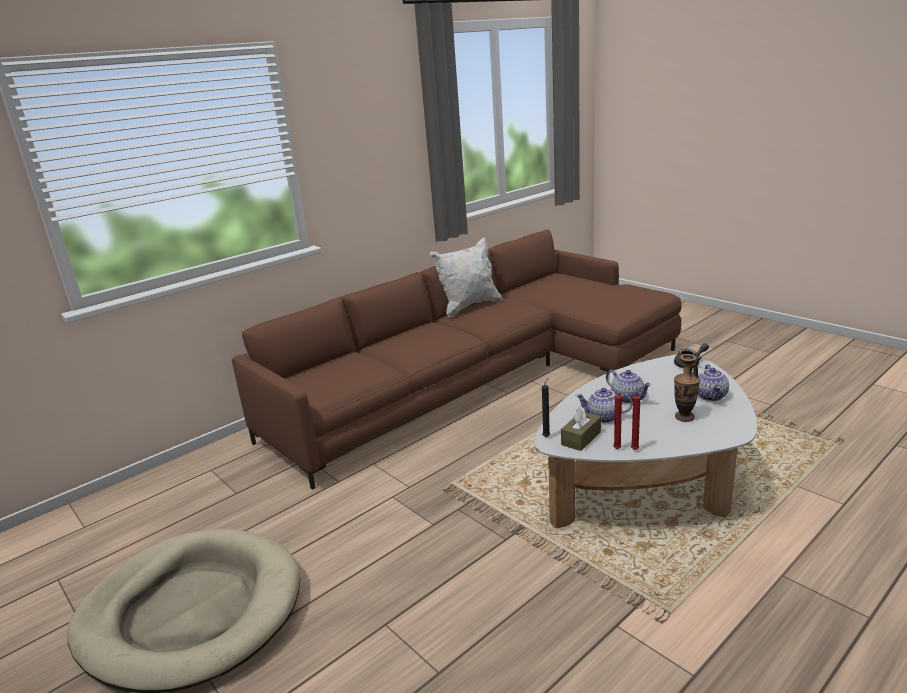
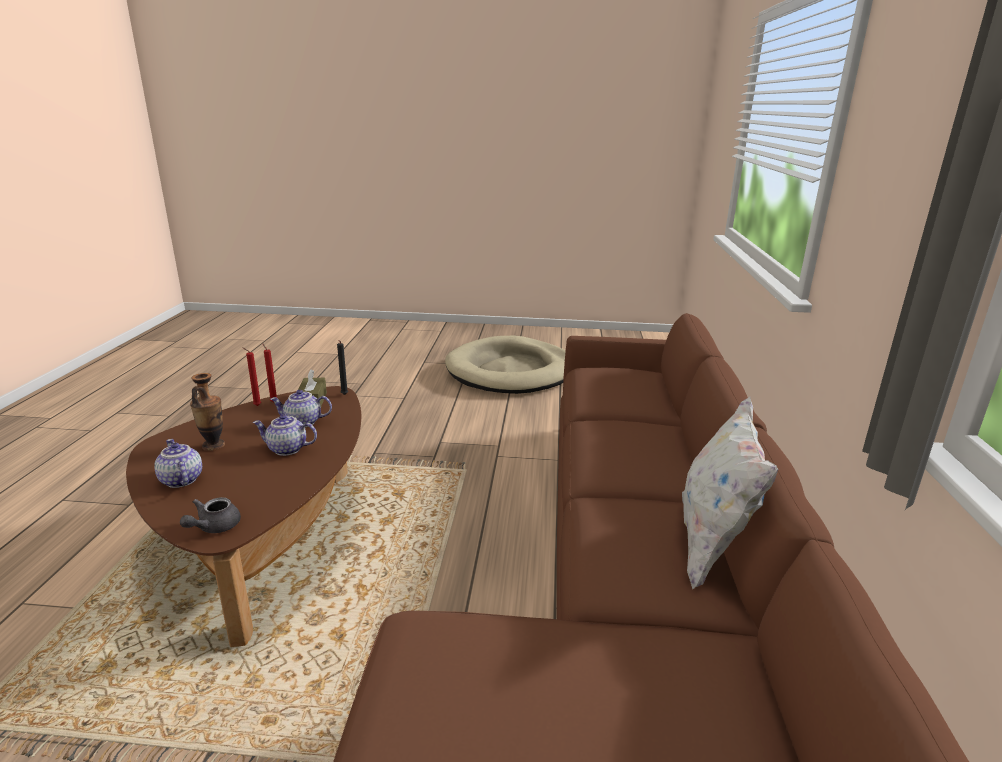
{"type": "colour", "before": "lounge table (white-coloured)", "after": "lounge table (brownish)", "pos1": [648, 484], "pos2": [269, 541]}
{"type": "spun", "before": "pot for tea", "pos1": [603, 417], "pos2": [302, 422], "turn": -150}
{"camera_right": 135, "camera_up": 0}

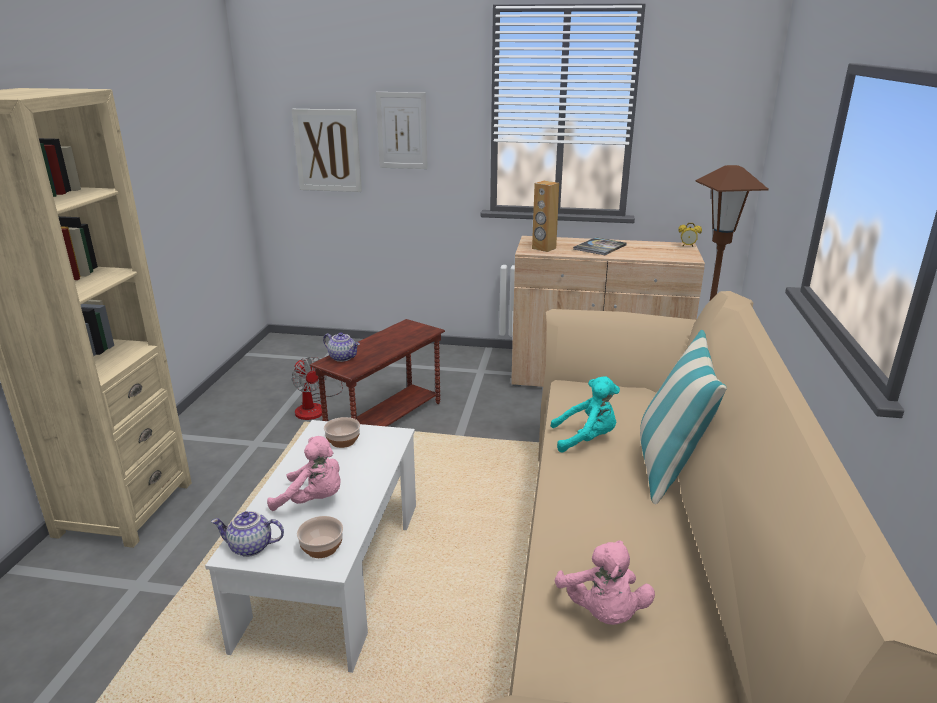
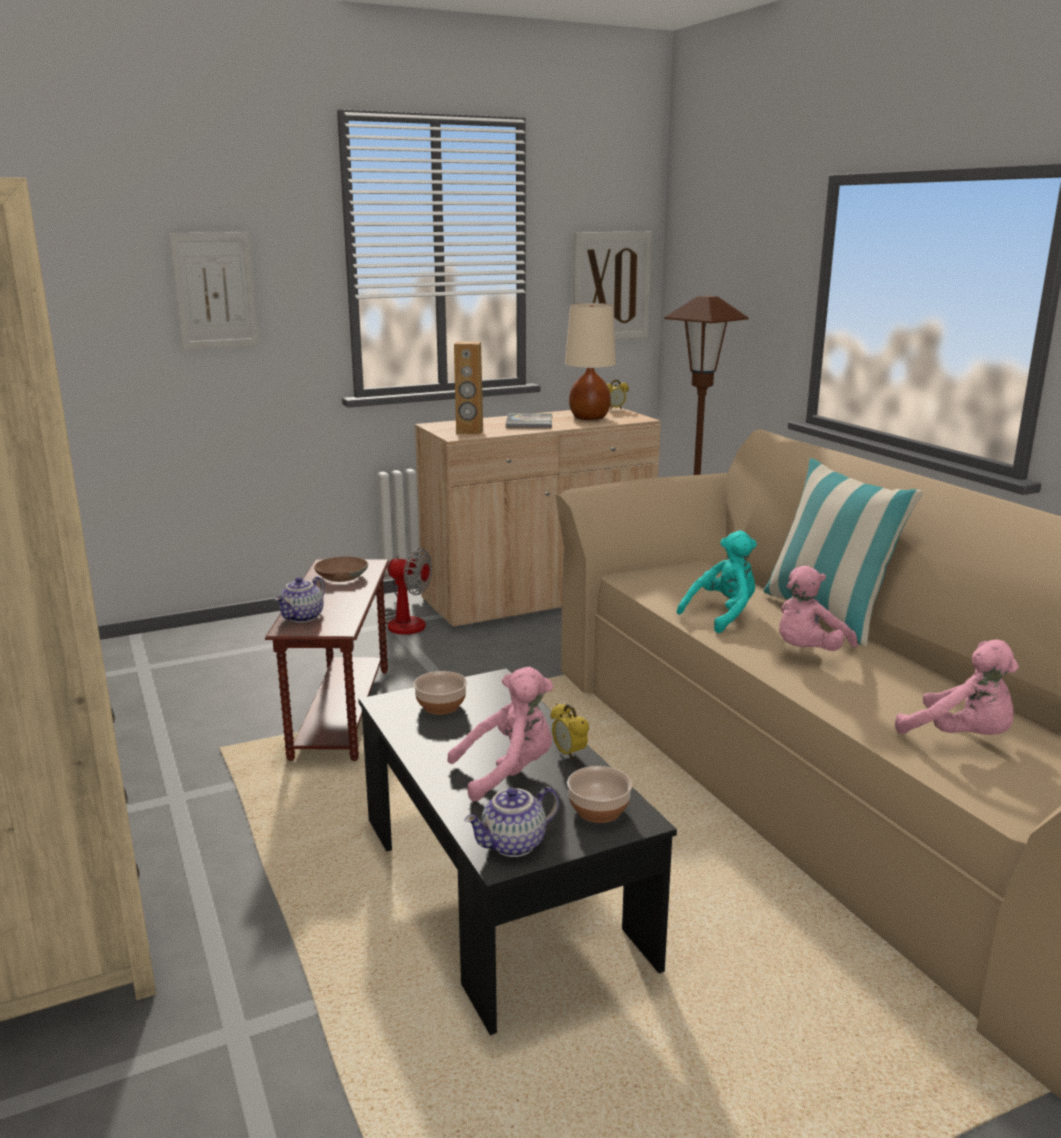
{"type": "relocated", "before": "wall art", "pos1": [327, 150], "pos2": [611, 286]}
{"type": "spun", "before": "pot for tea", "pos1": [343, 357], "pos2": [303, 617], "turn": 120}
{"type": "relocated", "before": "fan", "pos1": [315, 407], "pos2": [404, 621]}
{"type": "colour", "before": "lounge table (white-coloured)", "after": "lounge table (black-coloured)", "pos1": [334, 571], "pos2": [500, 889]}
{"type": "appeared", "after": "lamp for a table (beige-coloured)", "pos2": [589, 418]}
{"type": "appeared", "after": "serving bowl (brownish)", "pos2": [340, 576]}
{"type": "appeared", "after": "soft toy (pinkish)", "pos2": [808, 652]}
{"type": "appeared", "after": "bedside clock", "pos2": [569, 754]}
{"camera_right": -35, "camera_up": -5}

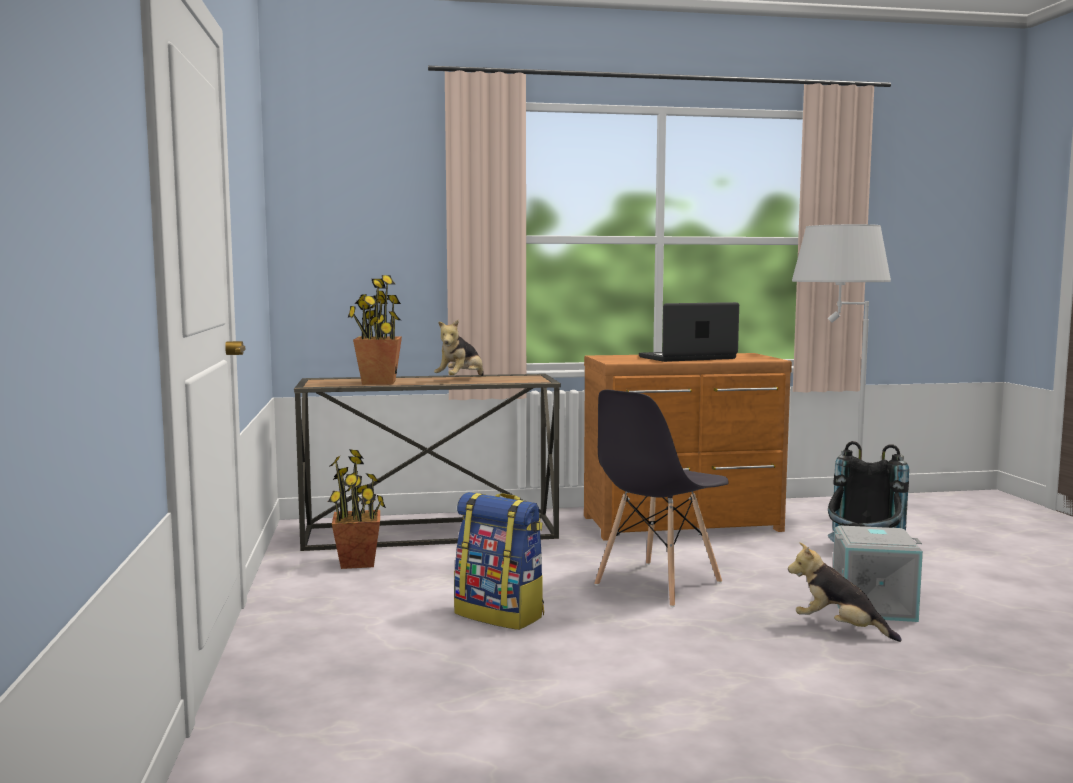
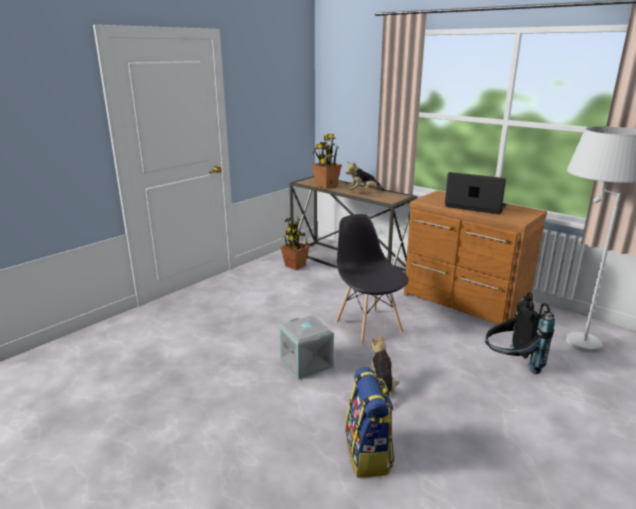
{"type": "spun", "before": "plain chair (grey)", "pos1": [657, 584], "pos2": [368, 326], "turn": 60}
{"type": "relocated", "before": "rucksack", "pos1": [501, 614], "pos2": [368, 455]}
{"type": "relocated", "before": "storage box (grey)", "pos1": [873, 606], "pos2": [307, 363]}
{"camera_right": 50, "camera_up": 15}

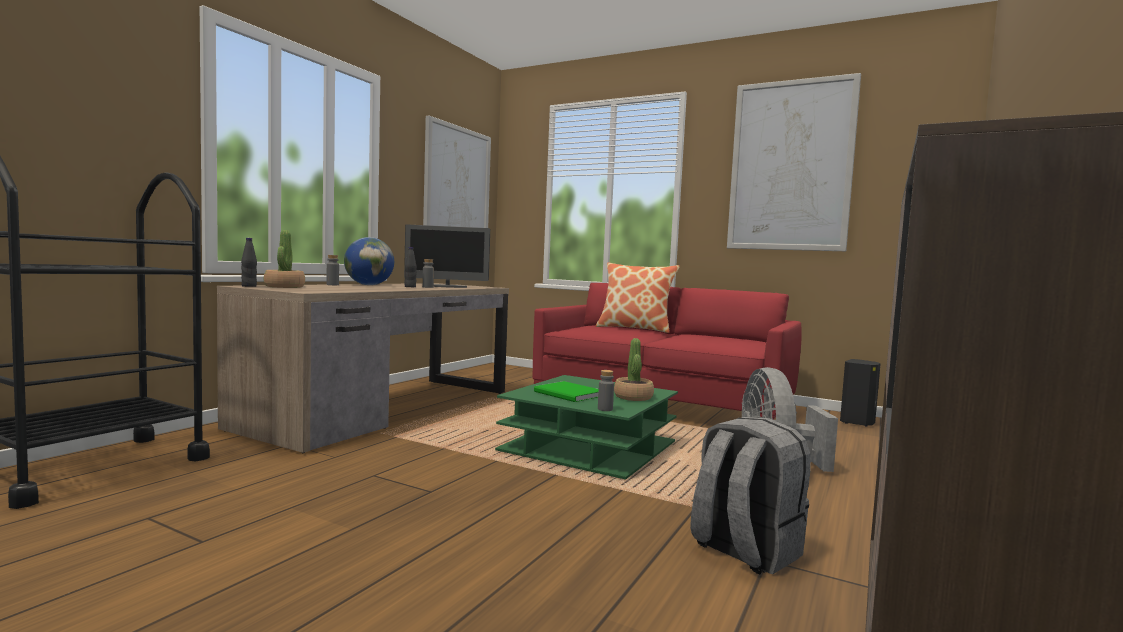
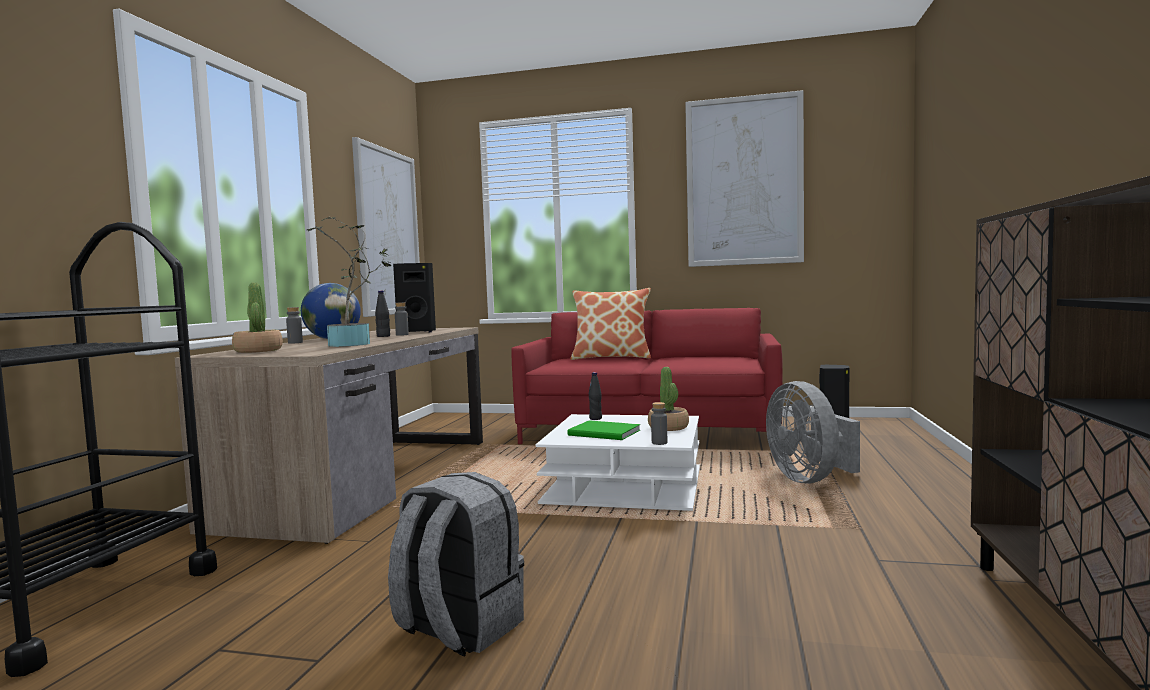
{"type": "exchanged", "before": "computer screen", "after": "speaker (black-coloured)", "pos1": [446, 286], "pos2": [416, 332]}
{"type": "relocated", "before": "drink bottle (black-coloured)", "pos1": [249, 286], "pos2": [595, 418]}
{"type": "colour", "before": "lounge table (green-coloured)", "after": "lounge table (white-coloured)", "pos1": [589, 447], "pos2": [625, 486]}
{"type": "relocated", "before": "rucksack (grey)", "pos1": [744, 550], "pos2": [458, 628]}
{"type": "appeared", "after": "houseplant", "pos2": [354, 344]}
{"camera_right": -15, "camera_up": 0}

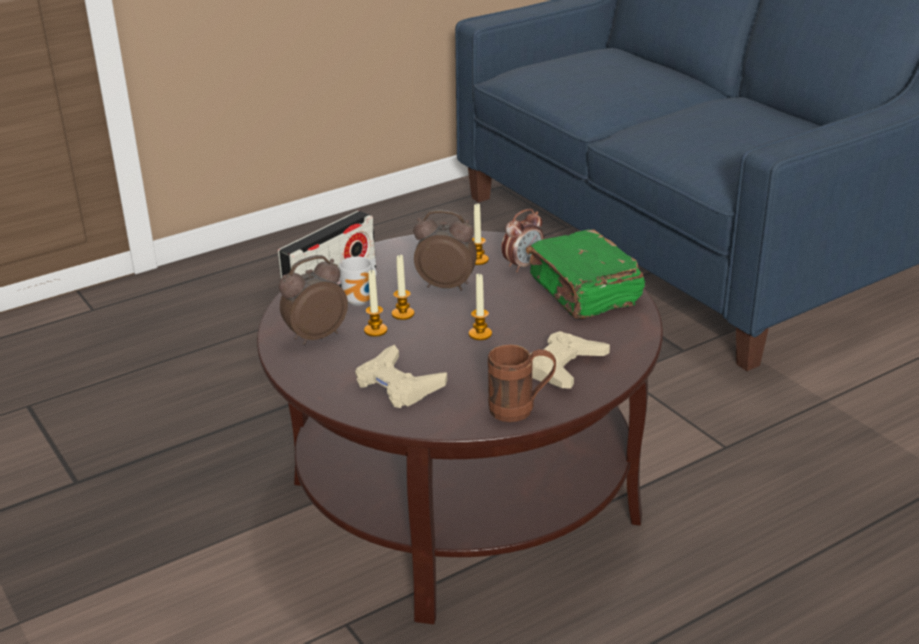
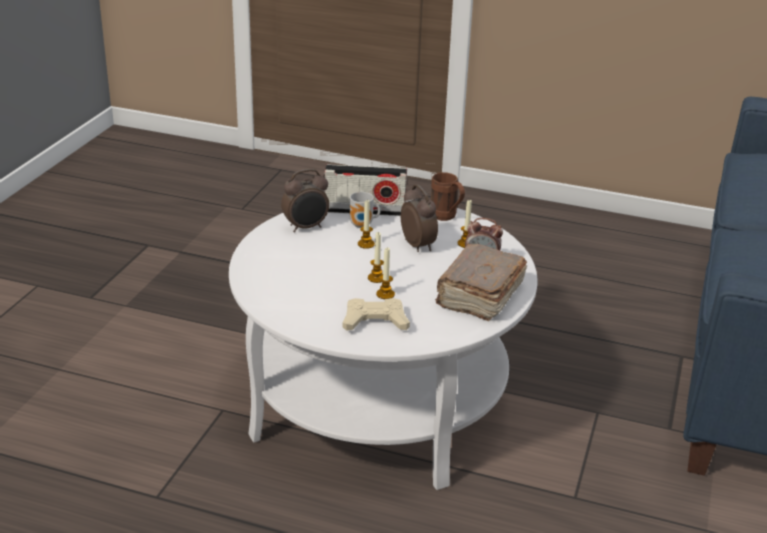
{"type": "colour", "before": "volume (green-coloured)", "after": "volume (brownish)", "pos1": [584, 292], "pos2": [479, 296]}
{"type": "colour", "before": "lounge table (brownish)", "after": "lounge table (white-coloured)", "pos1": [465, 498], "pos2": [379, 402]}
{"type": "spun", "before": "bedside clock", "pos1": [315, 336], "pos2": [306, 227], "turn": 135}
{"type": "relocated", "before": "wax candle", "pos1": [375, 330], "pos2": [385, 294]}
{"type": "relocated", "before": "mug (brownish)", "pos1": [521, 410], "pos2": [447, 217]}
{"type": "missing", "before": "game controller (beige-coloured)", "pos1": [398, 385]}
{"camera_right": 50, "camera_up": 0}

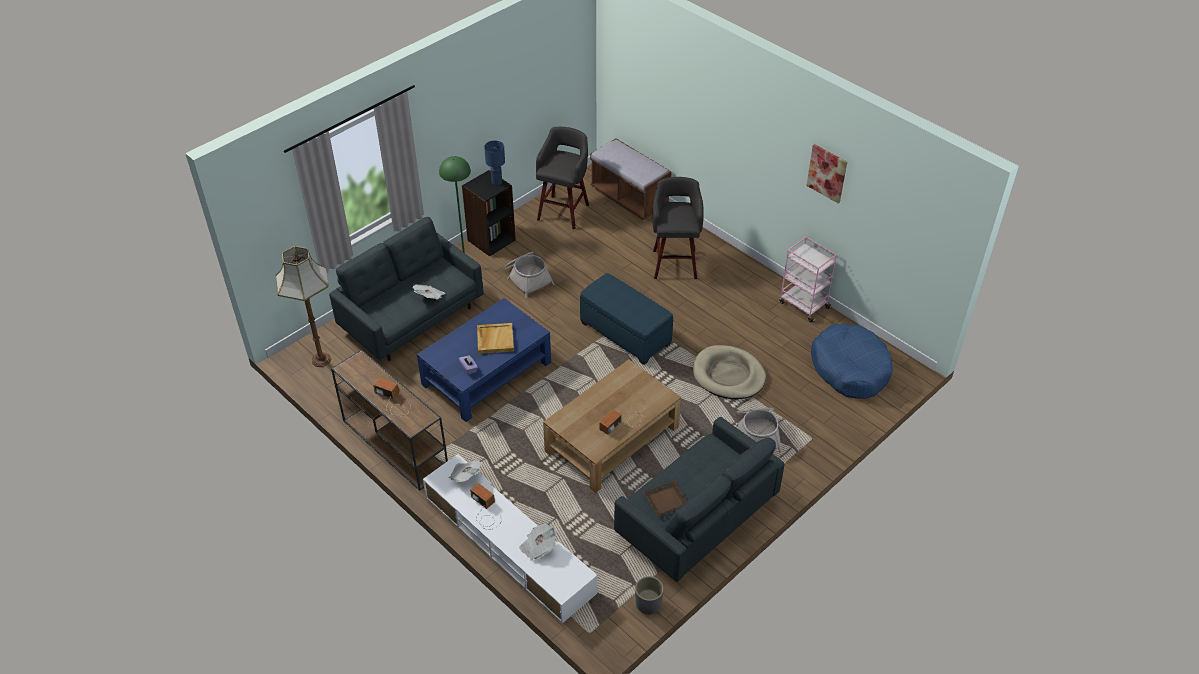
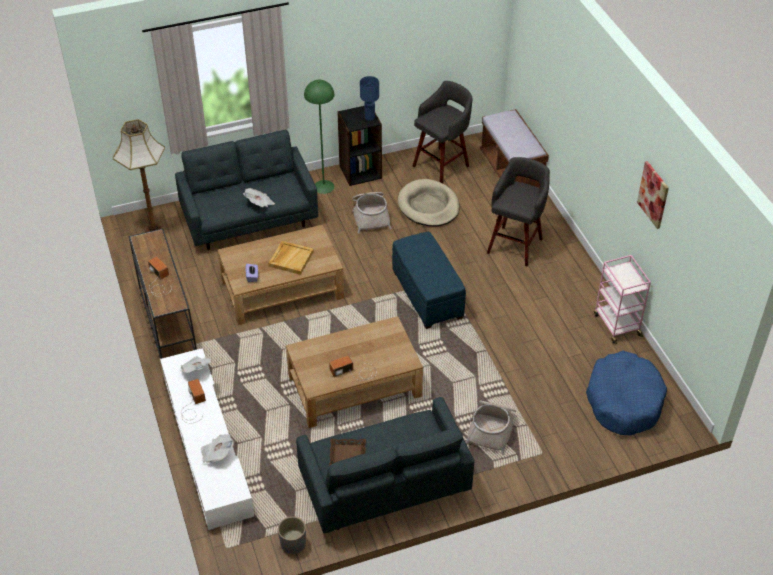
{"type": "colour", "before": "lounge table (bluish)", "after": "lounge table (brownish)", "pos1": [487, 373], "pos2": [283, 288]}
{"type": "relocated", "before": "dog cushion (beige-coloured)", "pos1": [728, 375], "pos2": [428, 206]}
{"camera_right": 25, "camera_up": 0}

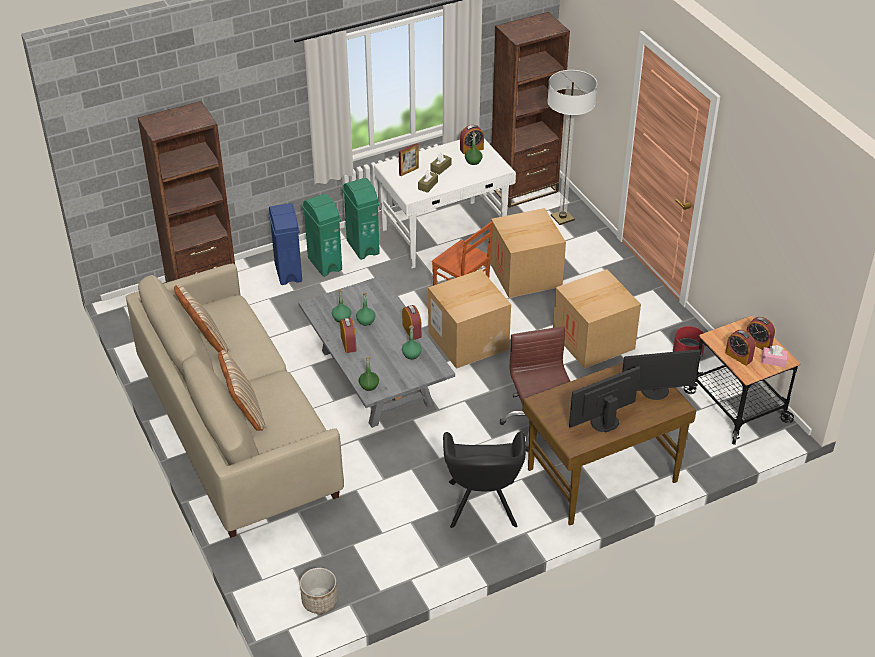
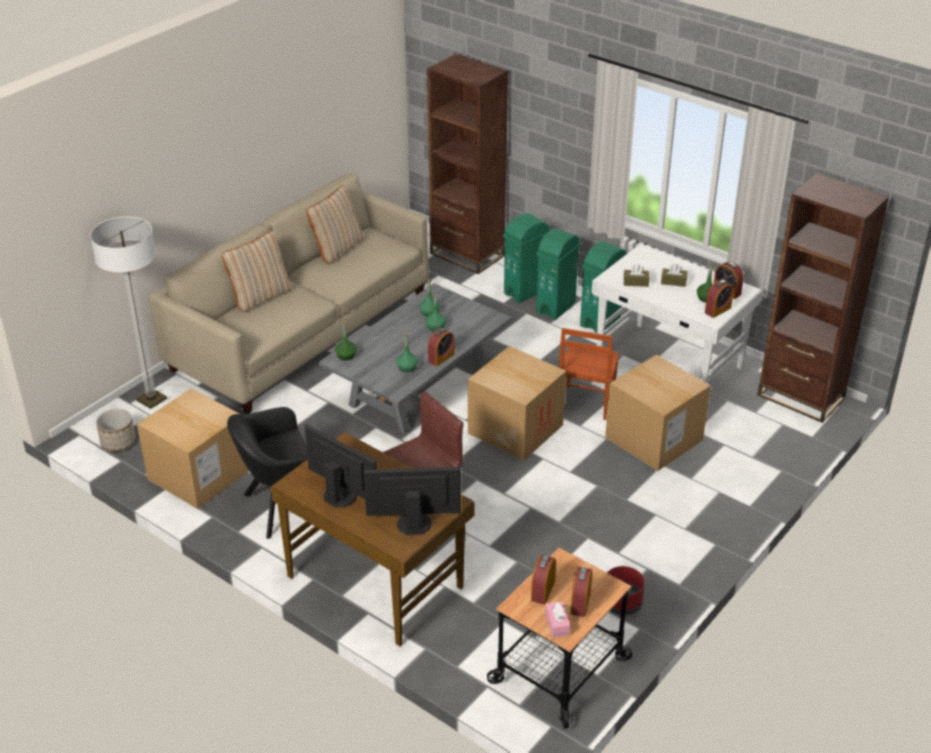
{"type": "relocated", "before": "floor lamp", "pos1": [562, 218], "pos2": [151, 400]}
{"type": "missing", "before": "standing frame", "pos1": [409, 171]}
{"type": "colour", "before": "rubbish bin (bluish)", "after": "rubbish bin (green-coloured)", "pos1": [288, 272], "pos2": [525, 292]}
{"type": "relocated", "before": "packing box", "pos1": [593, 340], "pos2": [198, 475]}
{"type": "relocated", "before": "bedside clock", "pos1": [348, 344], "pos2": [717, 310]}
{"type": "spun", "before": "computer screen", "pos1": [655, 391], "pos2": [413, 522], "turn": 120}
{"camera_right": 65, "camera_up": -5}

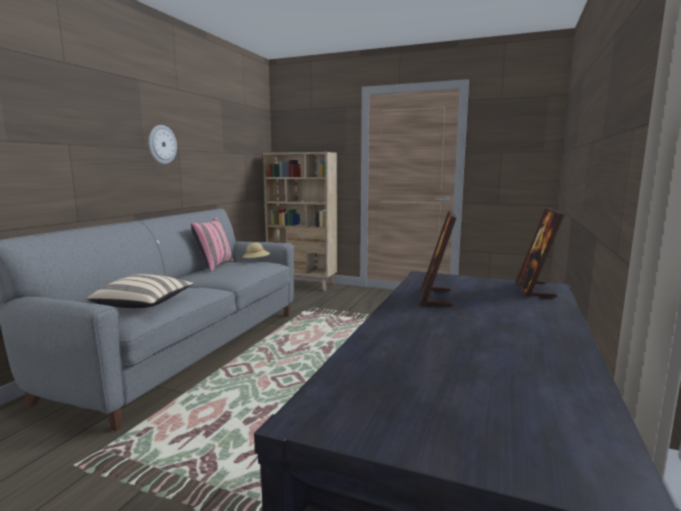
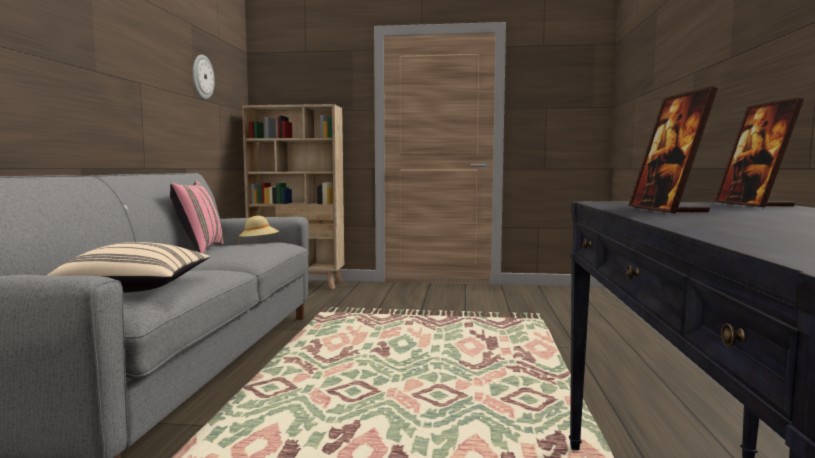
{"type": "relocated", "before": "hanging clock", "pos1": [162, 144], "pos2": [202, 77]}
{"camera_right": -15, "camera_up": -5}

